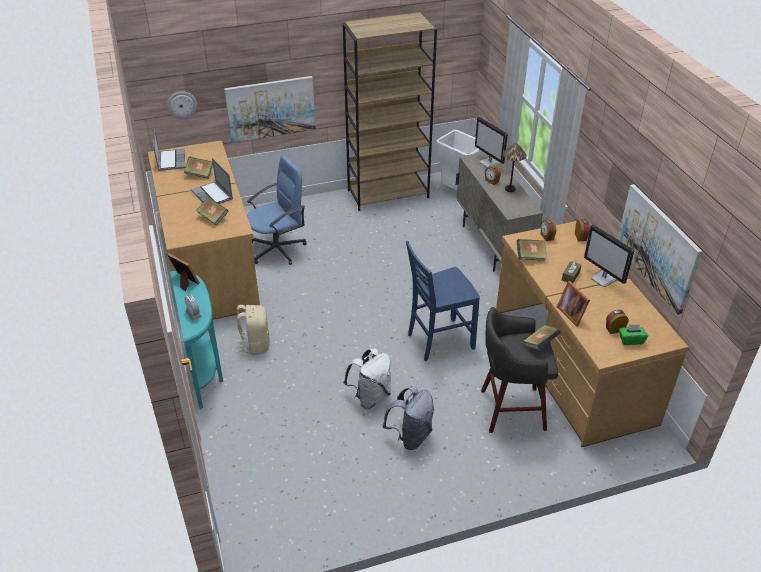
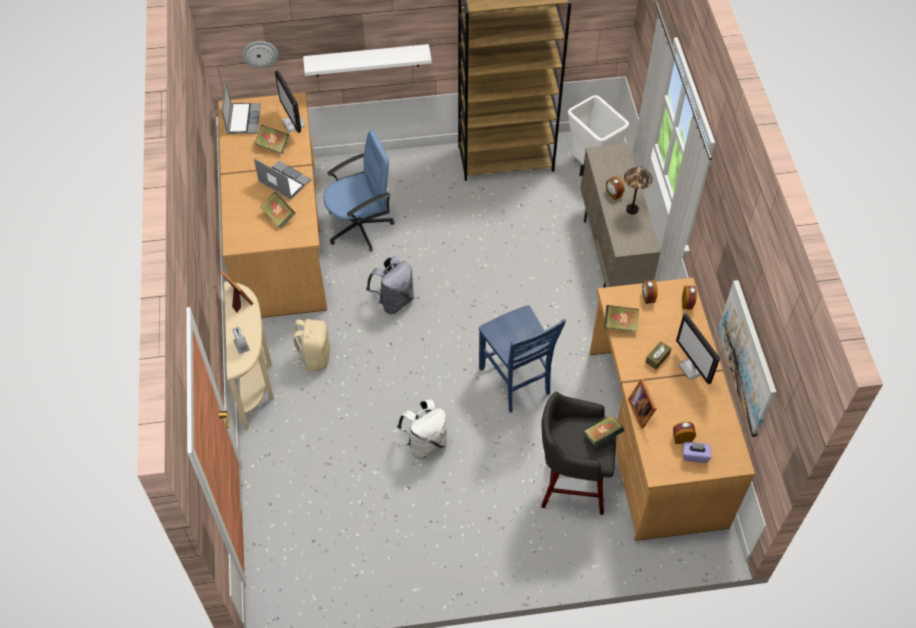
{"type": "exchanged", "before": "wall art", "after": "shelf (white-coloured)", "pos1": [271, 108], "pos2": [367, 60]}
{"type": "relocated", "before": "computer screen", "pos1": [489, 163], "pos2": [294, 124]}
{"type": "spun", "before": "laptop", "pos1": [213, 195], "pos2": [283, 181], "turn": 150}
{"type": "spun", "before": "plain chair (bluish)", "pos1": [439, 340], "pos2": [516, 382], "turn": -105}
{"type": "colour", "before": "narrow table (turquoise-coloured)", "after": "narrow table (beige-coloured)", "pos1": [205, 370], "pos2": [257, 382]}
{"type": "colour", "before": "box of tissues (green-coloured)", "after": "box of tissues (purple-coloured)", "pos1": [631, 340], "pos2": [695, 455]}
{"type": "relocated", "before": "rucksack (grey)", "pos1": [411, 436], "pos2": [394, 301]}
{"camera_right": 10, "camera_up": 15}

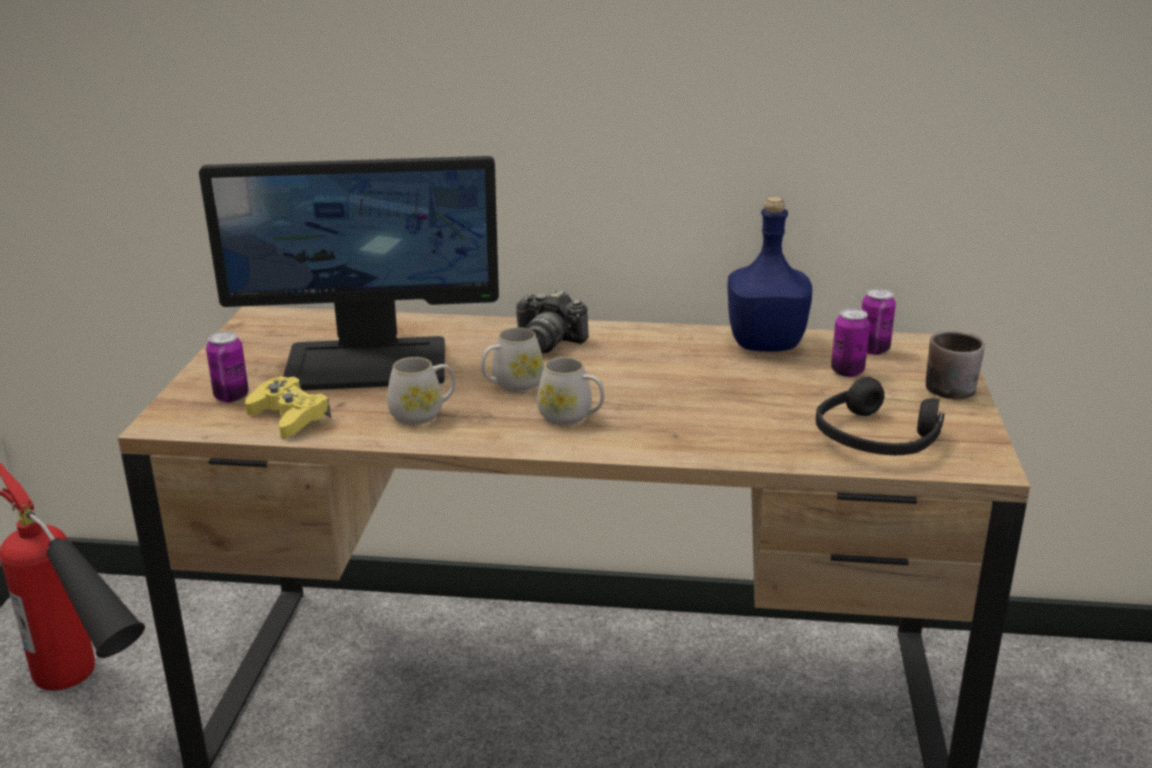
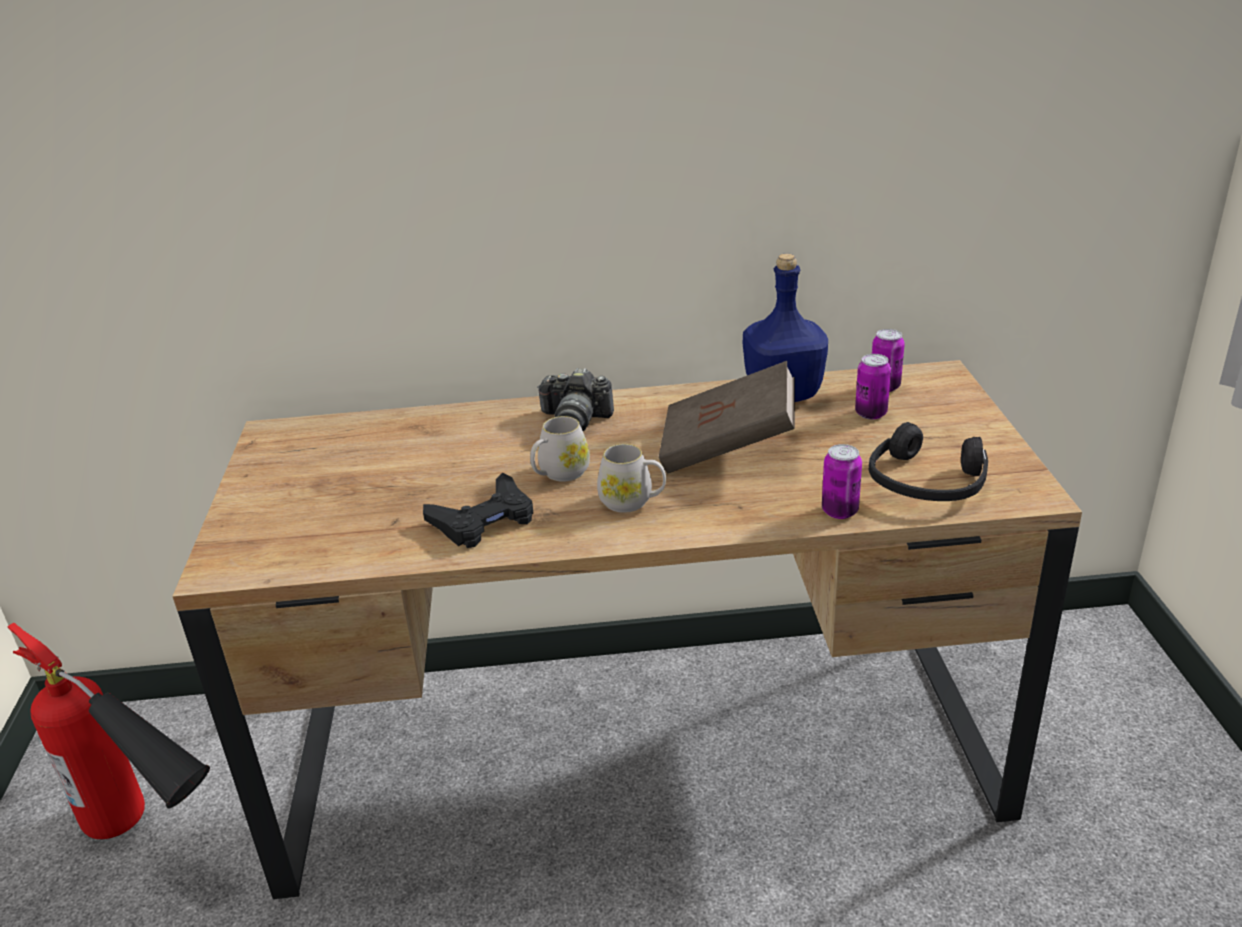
{"type": "missing", "before": "computer screen", "pos1": [368, 363]}
{"type": "relocated", "before": "metal can", "pos1": [231, 396], "pos2": [839, 511]}
{"type": "missing", "before": "mug (brownish)", "pos1": [950, 385]}
{"type": "exchanged", "before": "mug (white-coloured)", "after": "game controller (black-coloured)", "pos1": [423, 414], "pos2": [484, 520]}
{"type": "missing", "before": "game controller (yellow-coloured)", "pos1": [289, 417]}
{"type": "appeared", "after": "volume (brownish)", "pos2": [728, 449]}
{"camera_right": -10, "camera_up": 5}

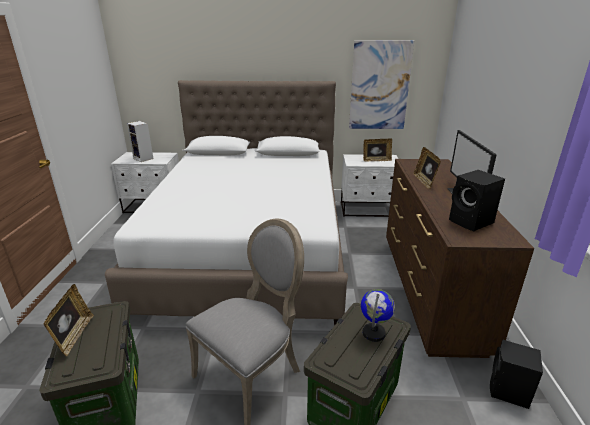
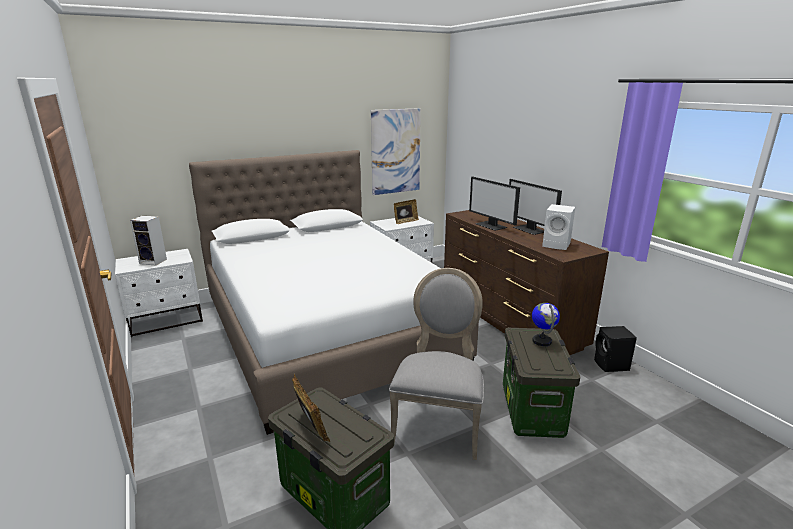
{"type": "exchanged", "before": "standing frame", "after": "computer screen", "pos1": [424, 181], "pos2": [491, 225]}
{"type": "colour", "before": "speaker (black-coloured)", "after": "speaker (white-coloured)", "pos1": [472, 222], "pos2": [557, 245]}
{"camera_right": -30, "camera_up": -5}

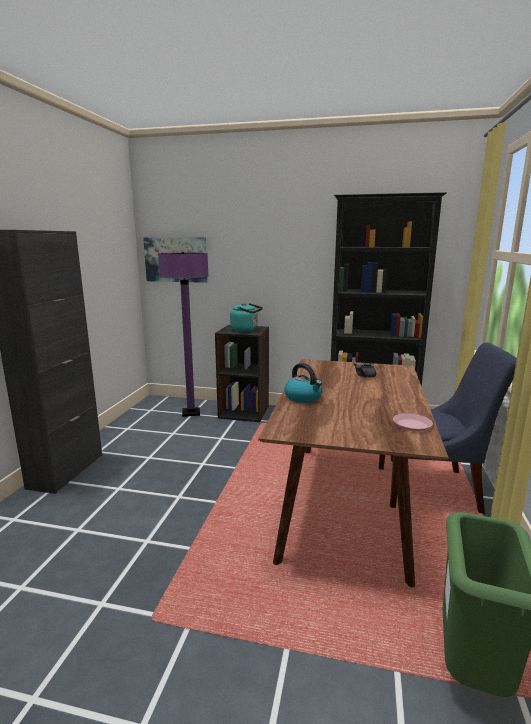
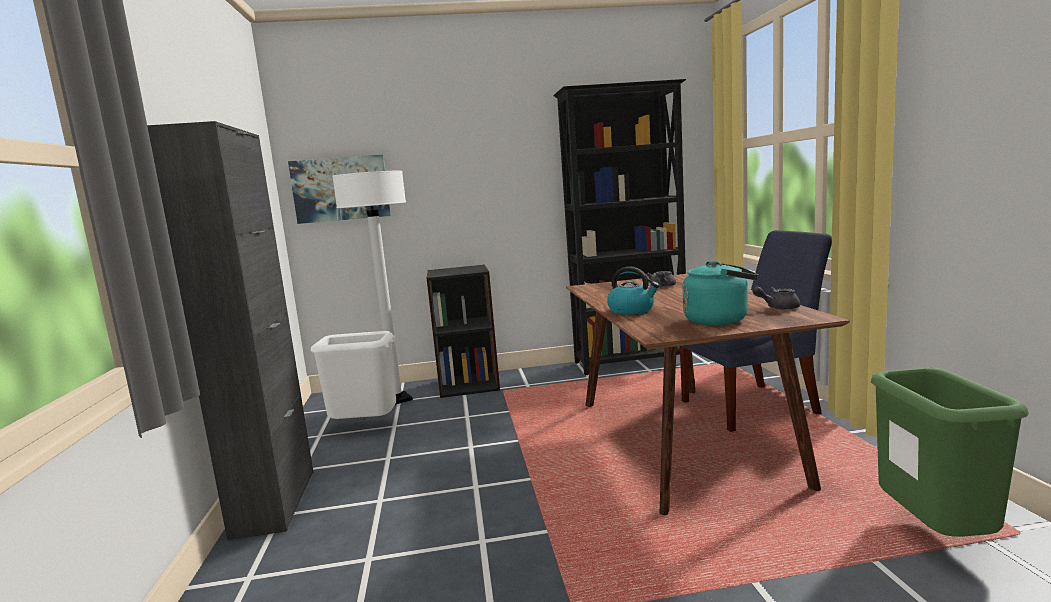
{"type": "colour", "before": "floor lamp (purple-coloured)", "after": "floor lamp (white-coloured)", "pos1": [191, 413], "pos2": [397, 400]}
{"type": "relocated", "before": "water kettle (turquoise-coloured)", "pos1": [246, 330], "pos2": [719, 320]}
{"type": "exchanged", "before": "flat dish (pinkish)", "after": "pot for tea (grey)", "pos1": [412, 425], "pos2": [778, 308]}
{"type": "appeared", "after": "rubbish bin (white-coloured)", "pos2": [364, 429]}
{"camera_right": -20, "camera_up": -5}

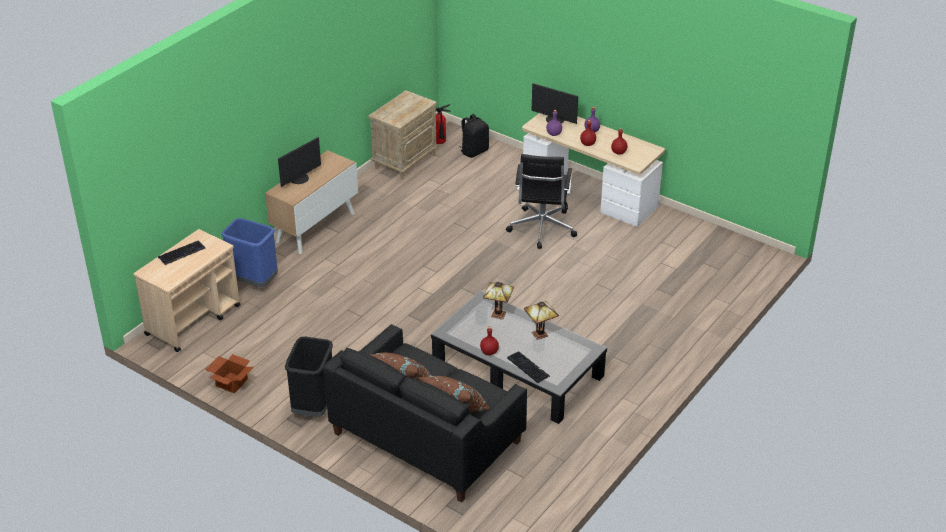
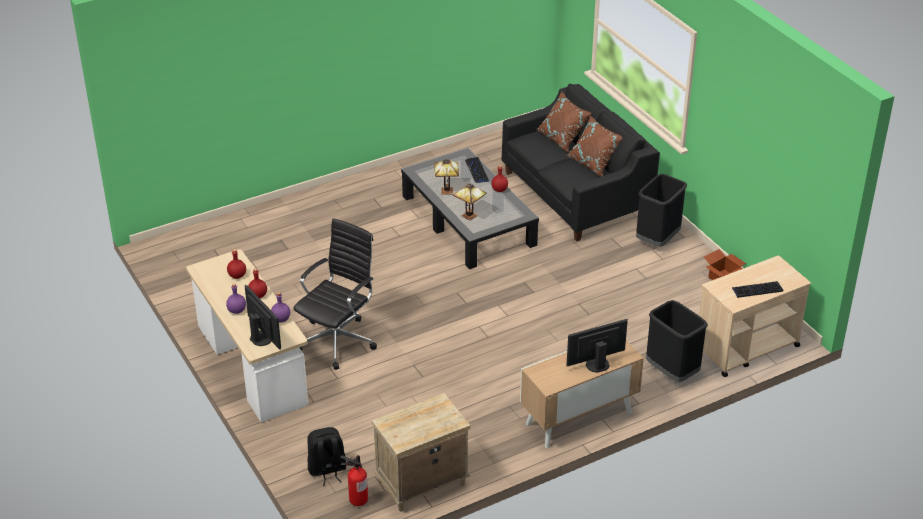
{"type": "colour", "before": "rubbish bin (bluish)", "after": "rubbish bin (black-coloured)", "pos1": [254, 281], "pos2": [671, 372]}
{"camera_right": -155, "camera_up": 0}

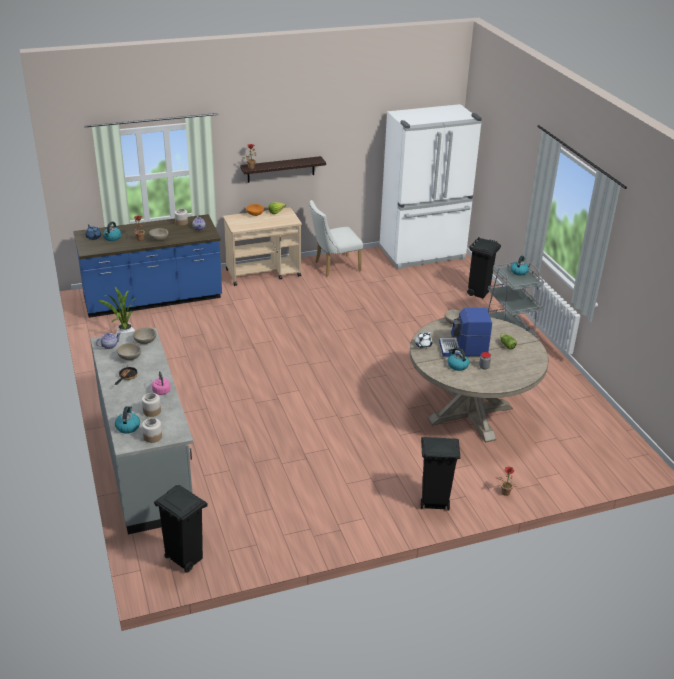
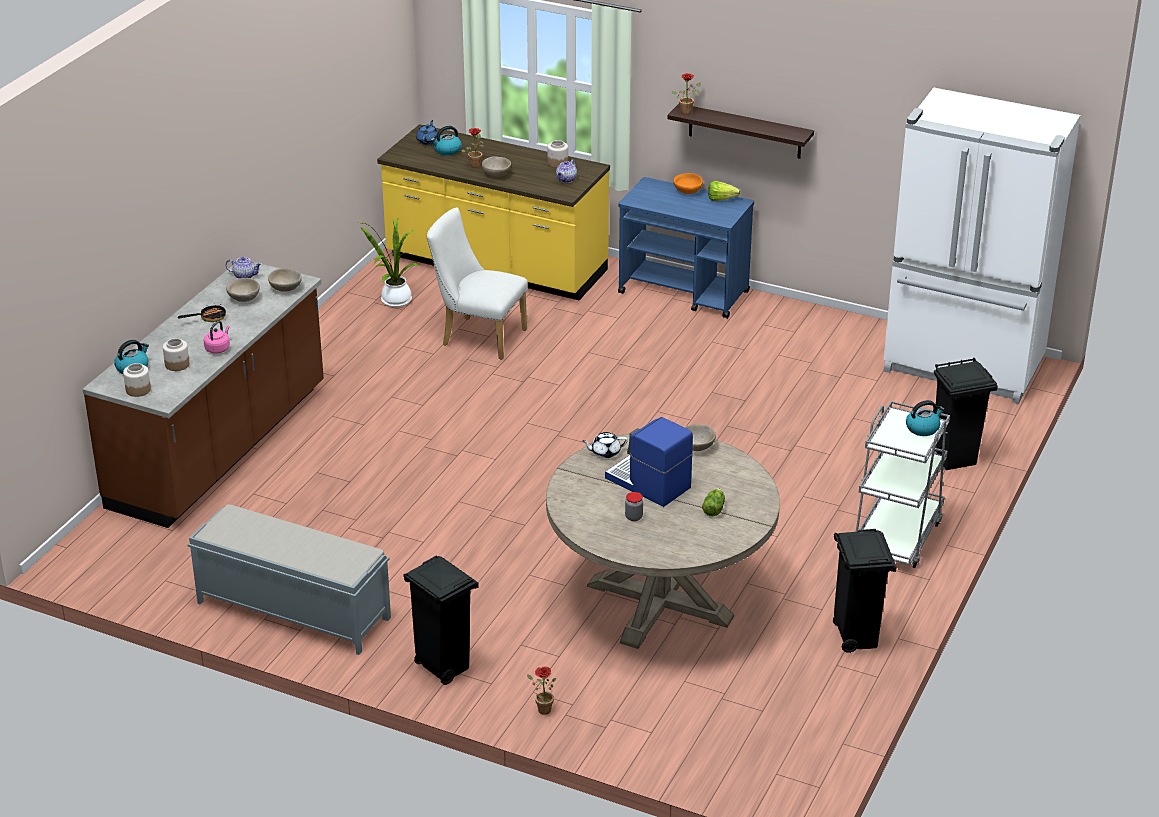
{"type": "relocated", "before": "plain chair (white-coloured)", "pos1": [334, 267], "pos2": [478, 336]}
{"type": "colour", "before": "cart (beige-coloured)", "after": "cart (bluish)", "pos1": [264, 273], "pos2": [684, 293]}
{"type": "colour", "before": "kitchen counter (bluish)", "after": "kitchen counter (yellow-coloured)", "pos1": [153, 299], "pos2": [496, 266]}
{"type": "colour", "before": "kitchen counter (grey)", "after": "kitchen counter (brownish)", "pos1": [147, 462], "pos2": [220, 448]}
{"type": "missing", "before": "water kettle", "pos1": [457, 365]}
{"type": "relocated", "before": "rubbish bin (black-coloured)", "pos1": [184, 559], "pos2": [855, 637]}
{"type": "appeared", "after": "bench (grey)", "pos2": [292, 610]}
{"camera_right": 45, "camera_up": 0}

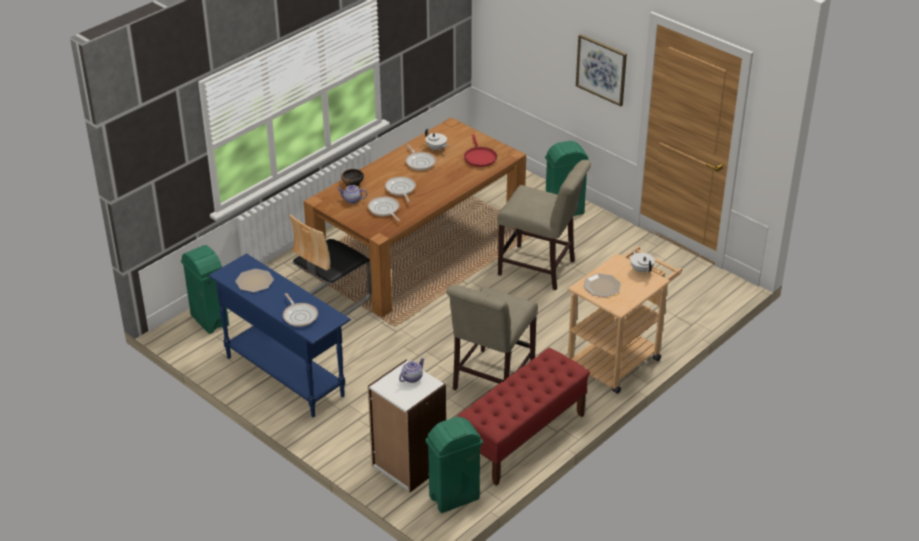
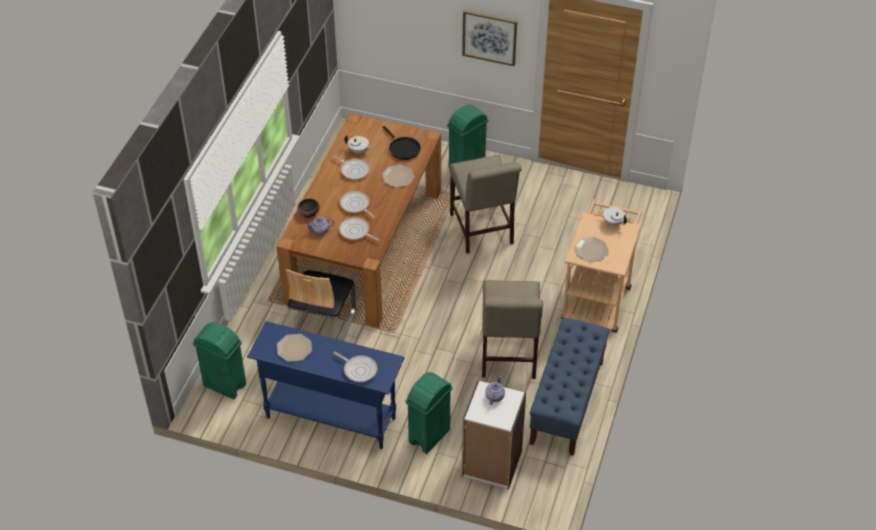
{"type": "colour", "before": "skillet (red-coloured)", "after": "skillet (black-coloured)", "pos1": [479, 157], "pos2": [403, 148]}
{"type": "spun", "before": "plain chair (beige-coloured)", "pos1": [540, 269], "pos2": [482, 232], "turn": 75}
{"type": "colour", "before": "bench (red-coloured)", "after": "bench (bluish)", "pos1": [522, 438], "pos2": [567, 403]}
{"type": "relocated", "before": "rubbish bin (green-coloured)", "pos1": [453, 498], "pos2": [428, 436]}
{"type": "appeared", "after": "flat dish", "pos2": [397, 177]}
{"camera_right": -25, "camera_up": 10}

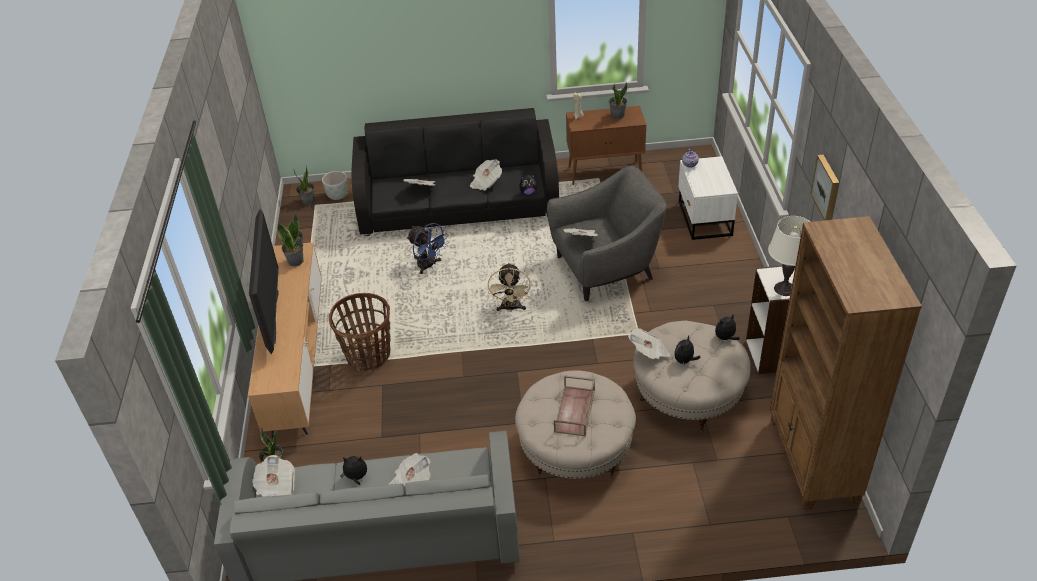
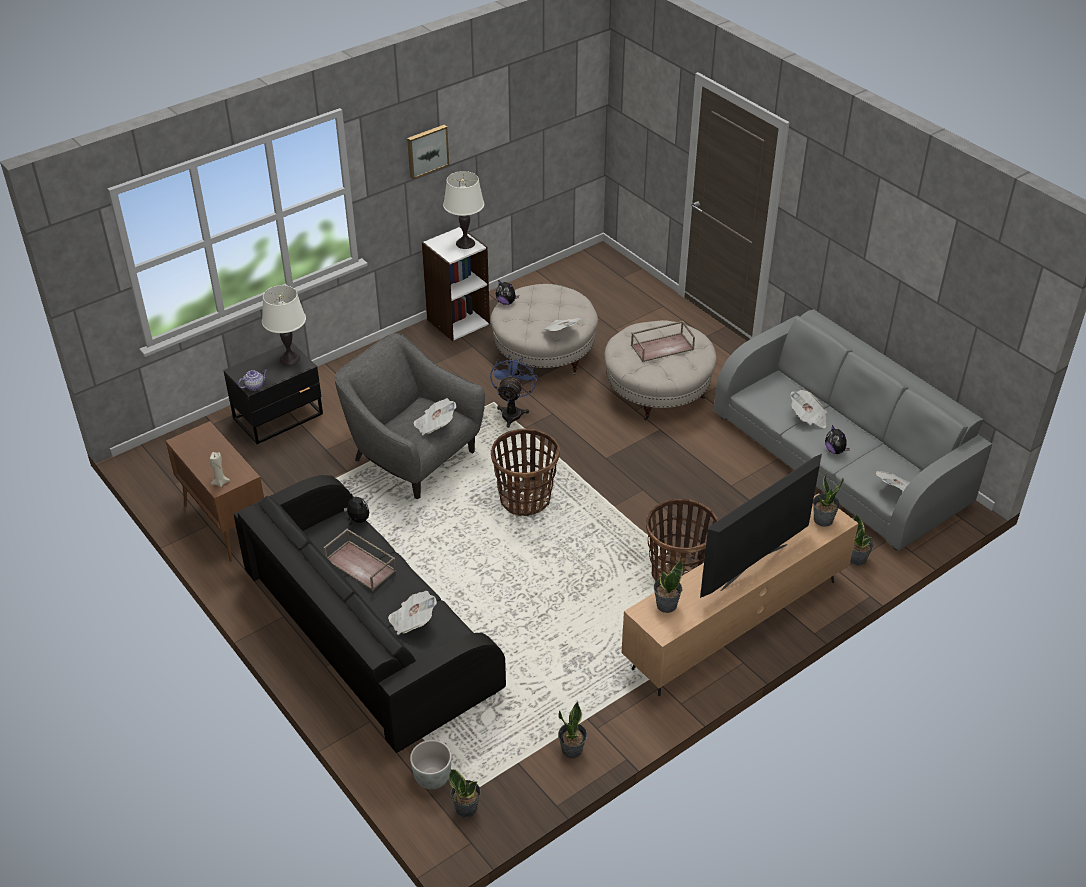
{"type": "relocated", "before": "houseplant", "pos1": [617, 115], "pos2": [823, 520]}
{"type": "colour", "before": "night table (white-coloured)", "after": "night table (black-coloured)", "pos1": [703, 219], "pos2": [280, 417]}
{"type": "exchanged", "before": "newspaper", "after": "tray (brownish)", "pos1": [486, 182], "pos2": [361, 565]}
{"type": "missing", "before": "bookshelf (brownish)", "pos1": [812, 461]}
{"type": "relocated", "before": "fan (bluish)", "pos1": [429, 266], "pos2": [512, 412]}
{"type": "exchanged", "before": "fan (beige-coloured)", "after": "basket", "pos1": [511, 308], "pos2": [525, 499]}
{"type": "missing", "before": "soft toy", "pos1": [685, 361]}
{"type": "appeared", "after": "lamp for a table (white-coloured)", "pos2": [290, 358]}
{"camera_right": -125, "camera_up": 0}

